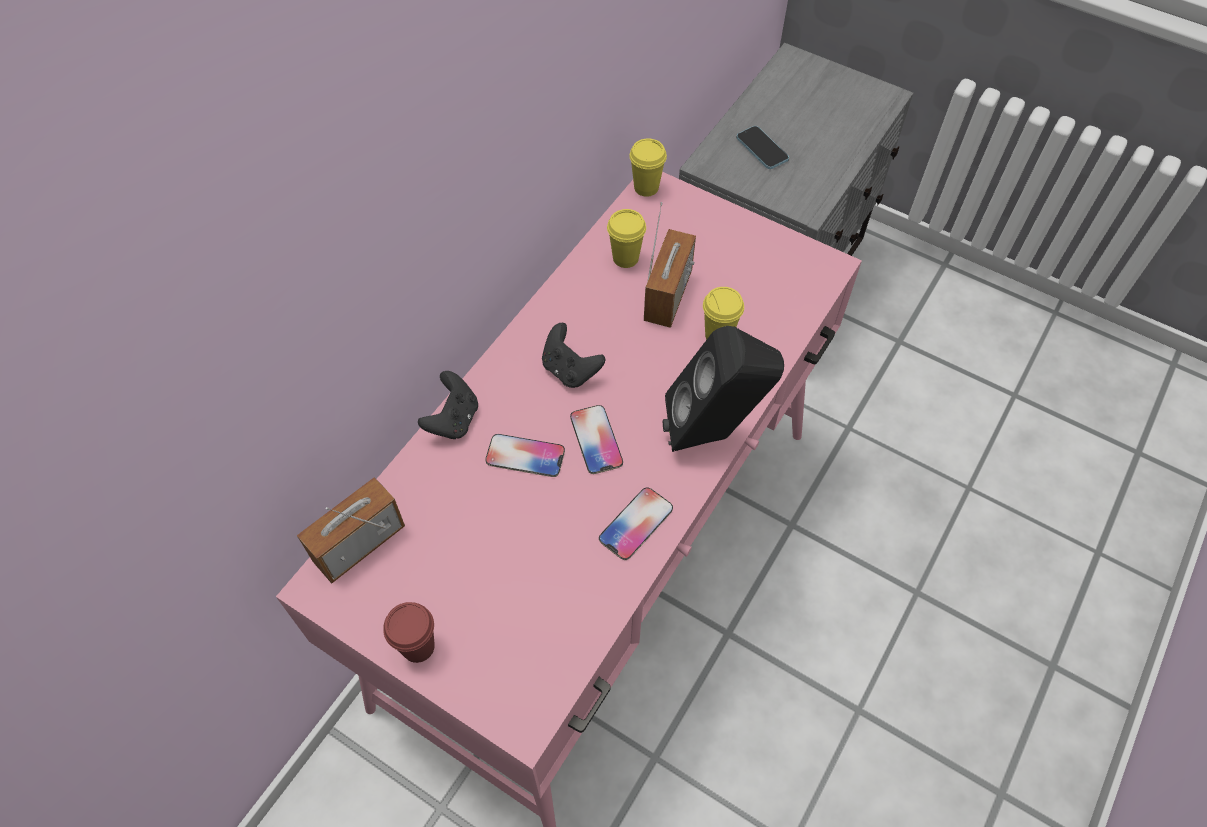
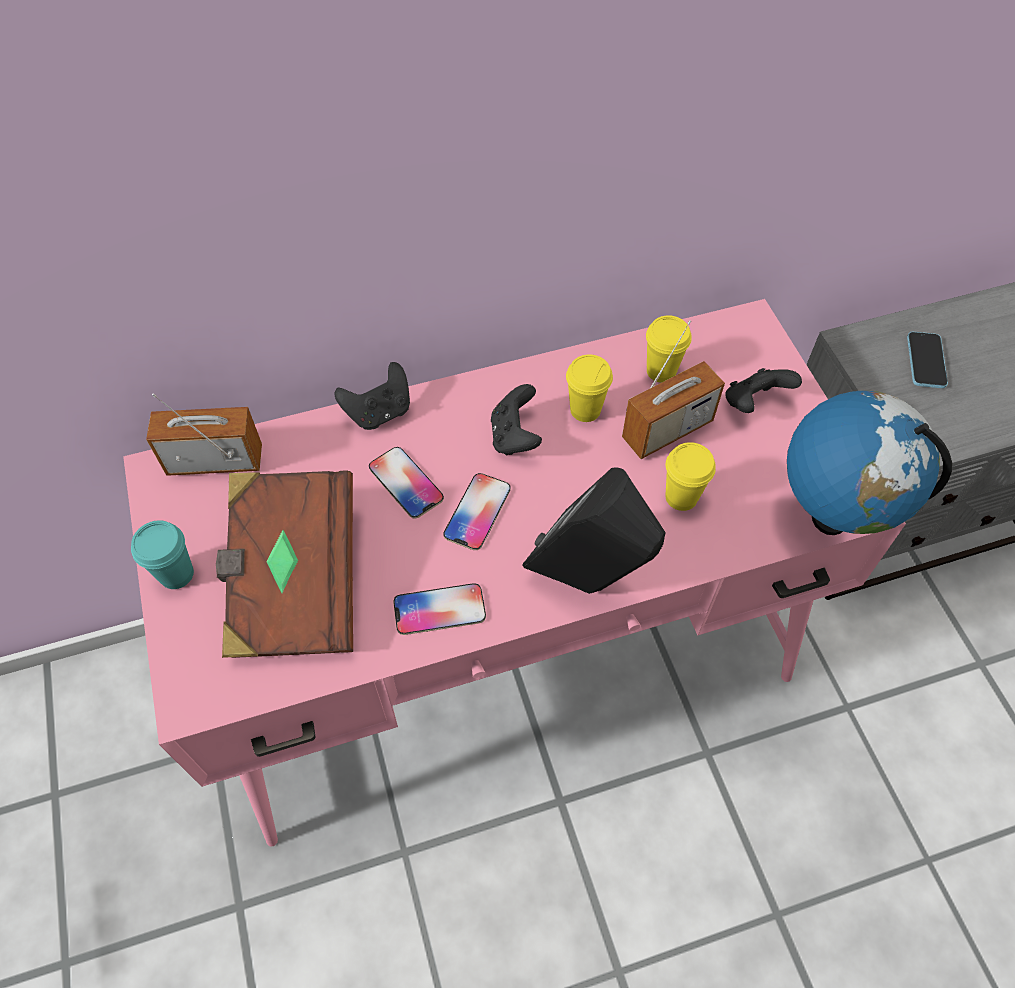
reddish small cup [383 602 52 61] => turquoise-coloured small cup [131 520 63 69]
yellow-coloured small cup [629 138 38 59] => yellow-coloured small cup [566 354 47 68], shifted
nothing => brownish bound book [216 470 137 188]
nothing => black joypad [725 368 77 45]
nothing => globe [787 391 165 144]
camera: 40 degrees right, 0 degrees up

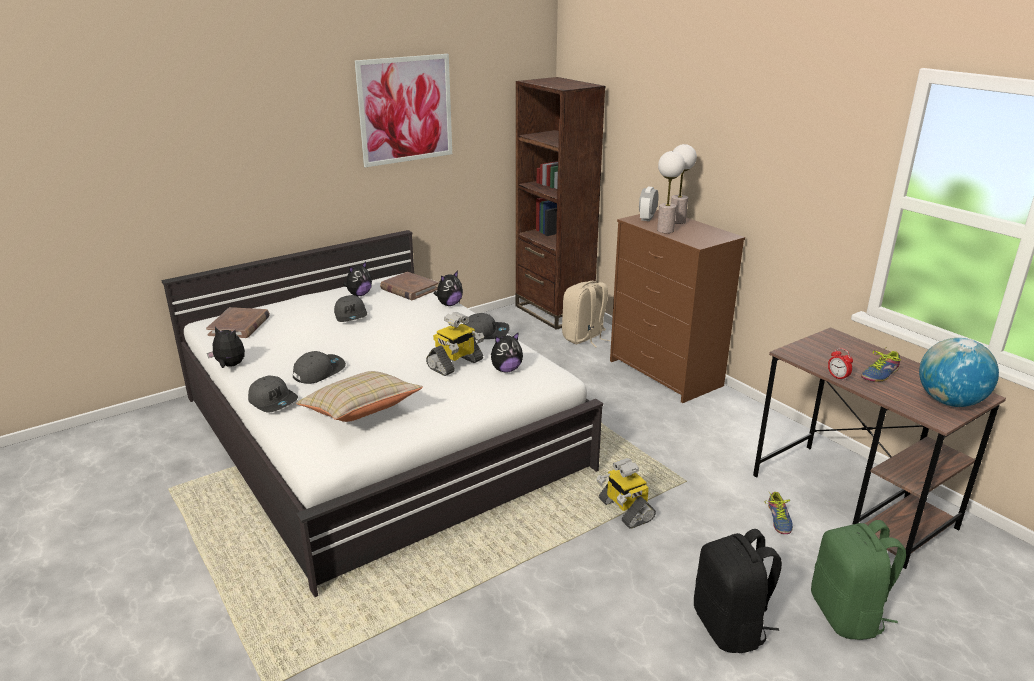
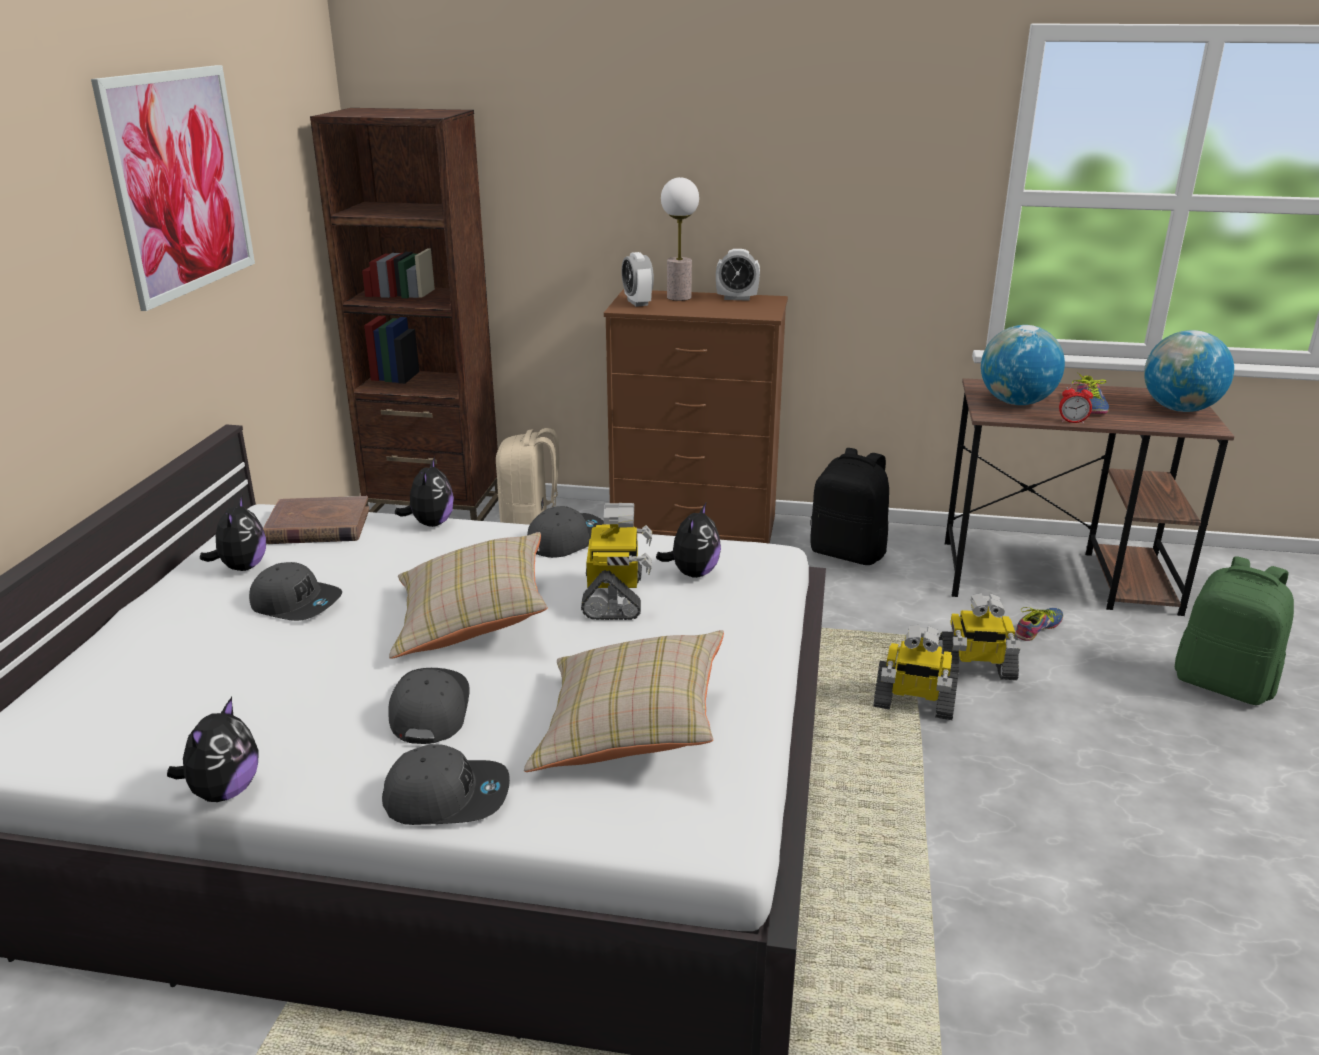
brownish bound book [206 307 64 31] => nothing
soft toy [207 327 38 41] => soft toy [167 697 92 105], 135 degrees clockwise
table lamp [657 151 28 82] => nothing
black backpack [694 529 88 124] => black backpack [810 448 79 117], shifted
low shoe [765 491 28 43] => low shoe [1015 607 48 34], 90 degrees counterclockwise
nothing => sand-coloured throw pillow [389 532 159 127]
nothing => alarm clock [716 249 44 52]
nothing => robot figure [938 593 83 87]
nothing => globe [981 325 84 80]
camera: 45 degrees left, 0 degrees up

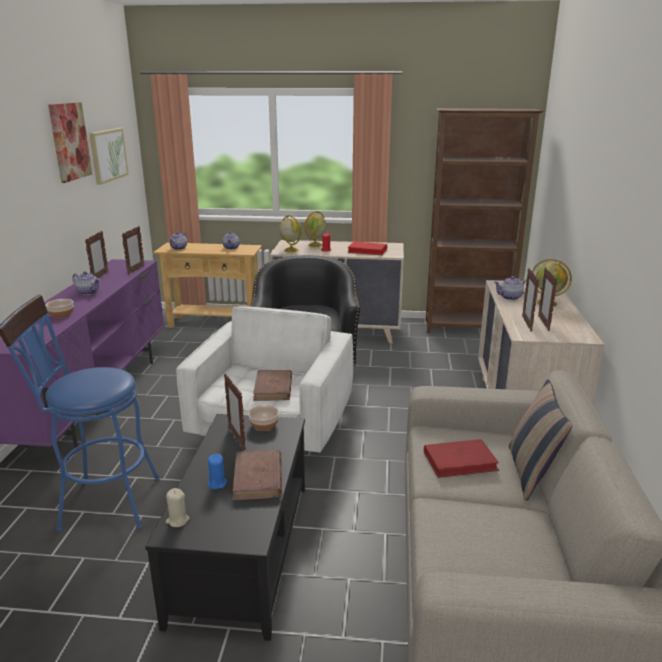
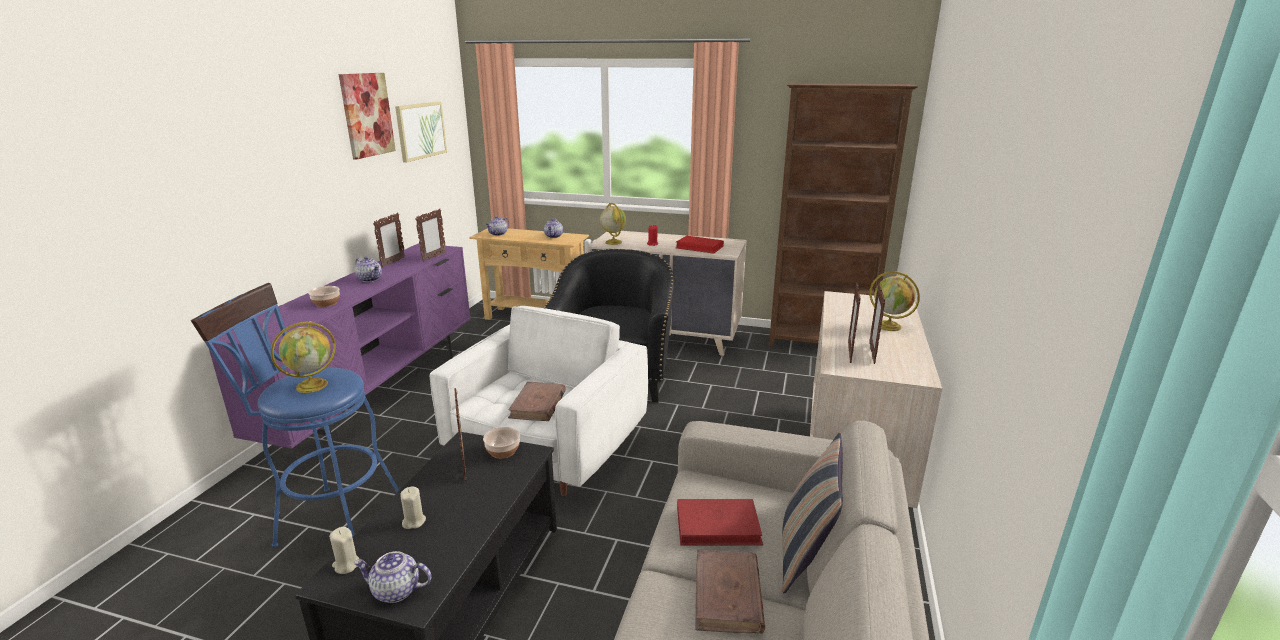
blue-coloured wax candle [207 454 20 36] => sand-coloured wax candle [400 487 26 42]
brownish bound book [232 450 50 50] => brownish bound book [695 549 70 85], shifted
globe [304 211 23 36] => globe [271 321 65 72], shifted
pot for tea [494 276 32 24] => pot for tea [354 551 77 52], shifted
camera: 10 degrees right, 0 degrees up

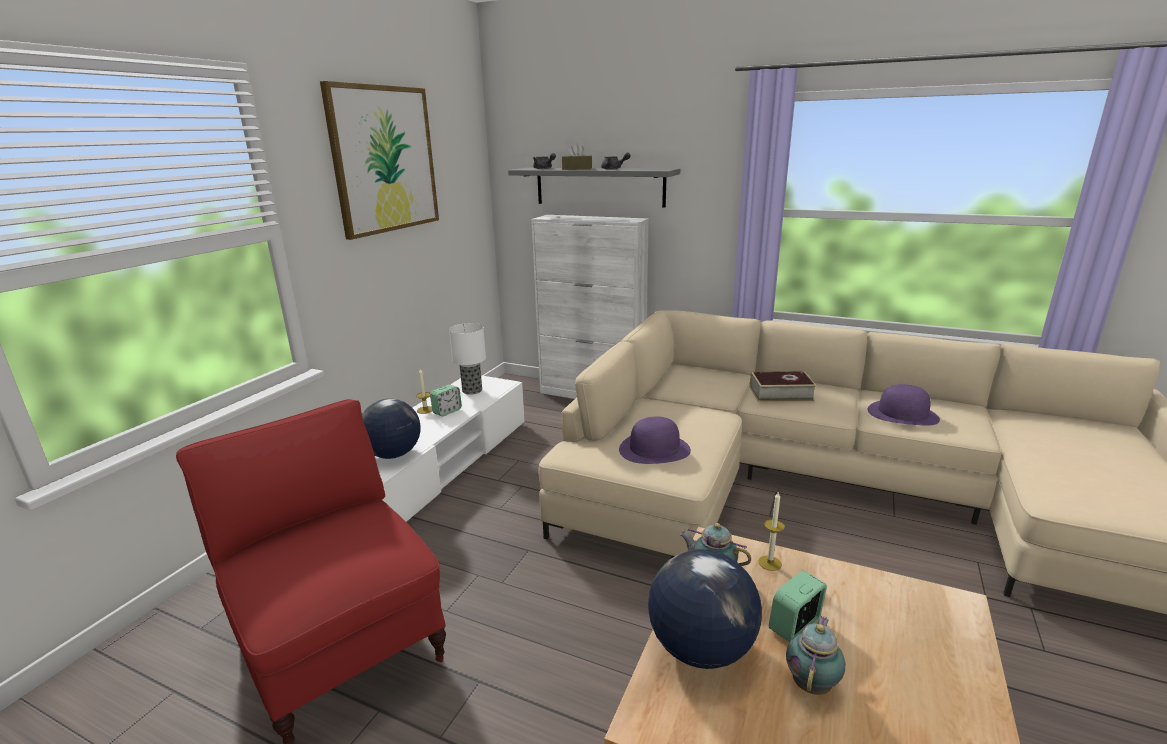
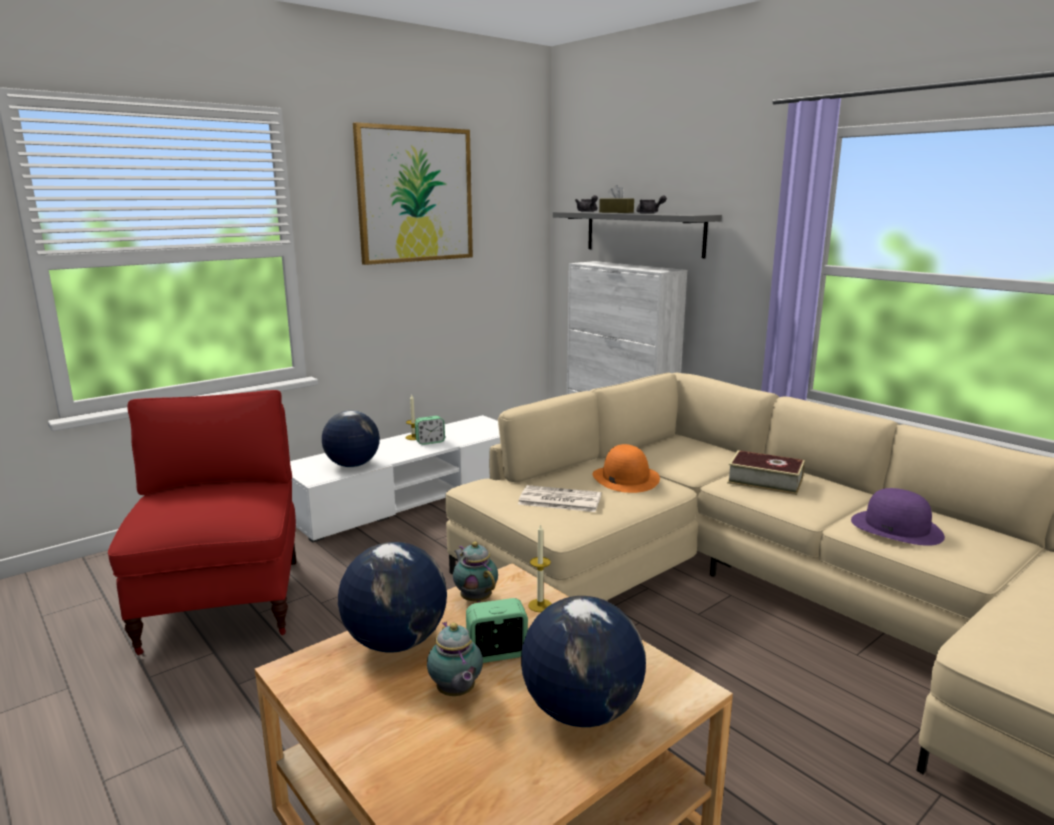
table lamp [449 323 37 72] => nothing
purple-coloured hat [619 417 72 47] => newspaper [518 485 83 27]
pot for tea [786 616 59 79] => pot for tea [427 622 56 74], 105 degrees clockwise
nothing => globe [521 596 125 131]
nothing => orange hat [592 444 68 49]
camera: 25 degrees right, 5 degrees down

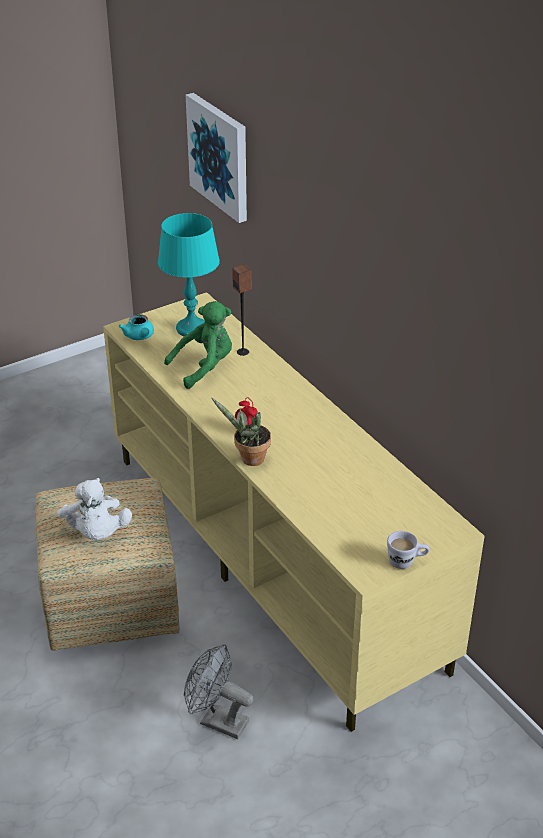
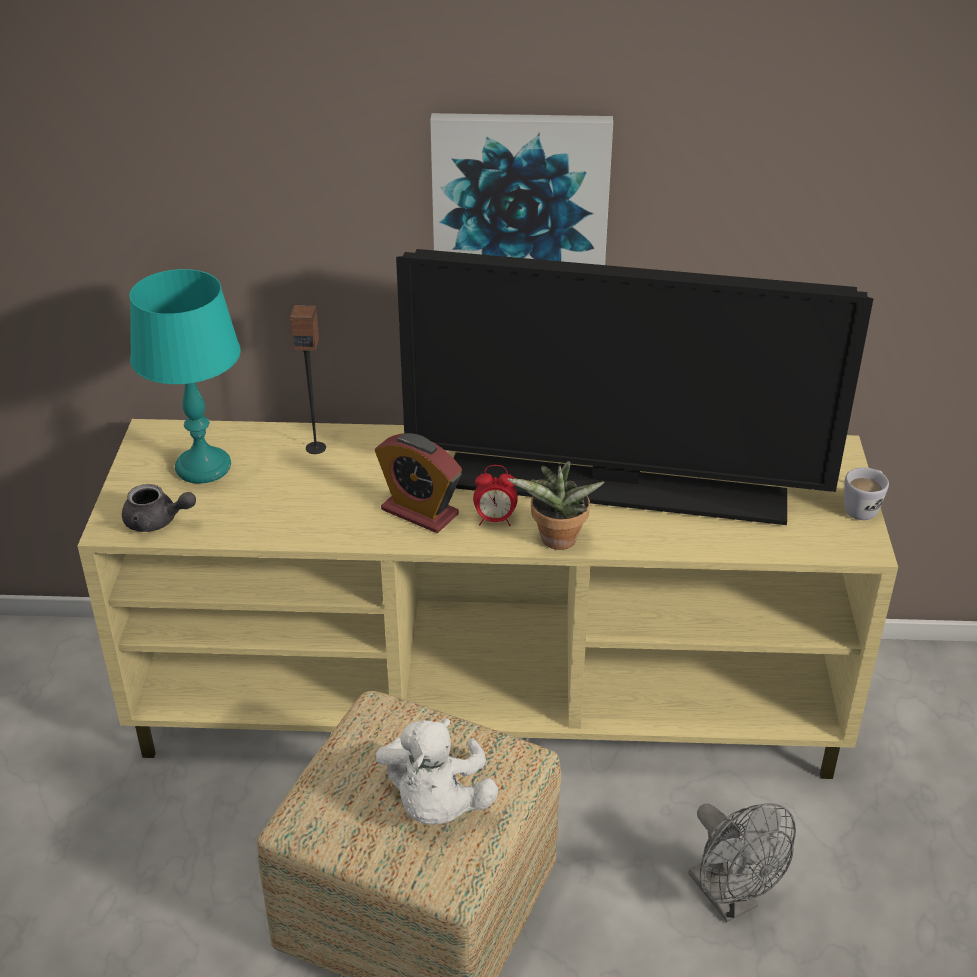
whitish soft toy [57 478 75 62] => whitish soft toy [376 719 122 106], 75 degrees clockwise
turquoise-coloured pot for tea [119 314 35 26] => greyish pot for tea [122 484 74 48]
green-coloured soft toy [164 301 68 88] => nothing
greyish electric fan [184 644 69 95] => greyish electric fan [689 803 107 119], 90 degrees counterclockwise
wall art [186 93 61 130] => wall art [430 113 183 152], shifted
nothing => alarm clock [375 433 87 100]
nothing => TV set [396 249 477 276]
camera: 55 degrees left, 0 degrees up

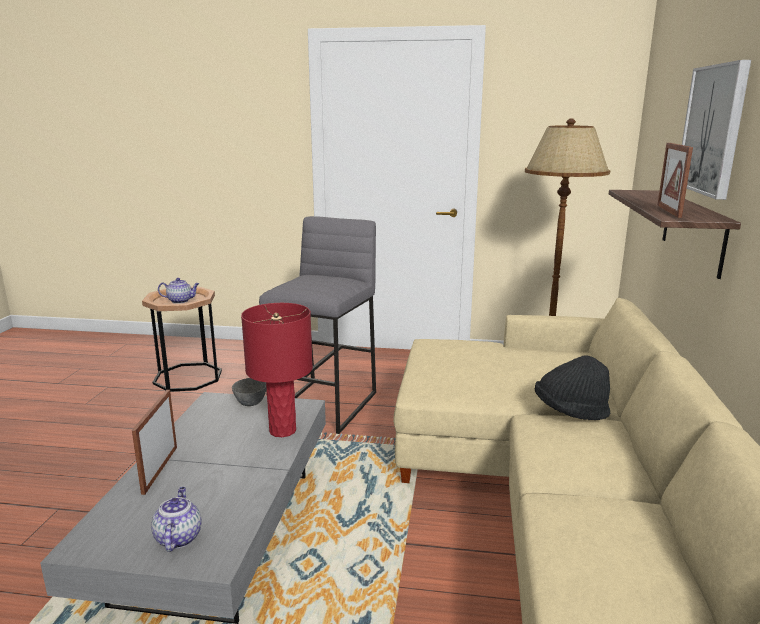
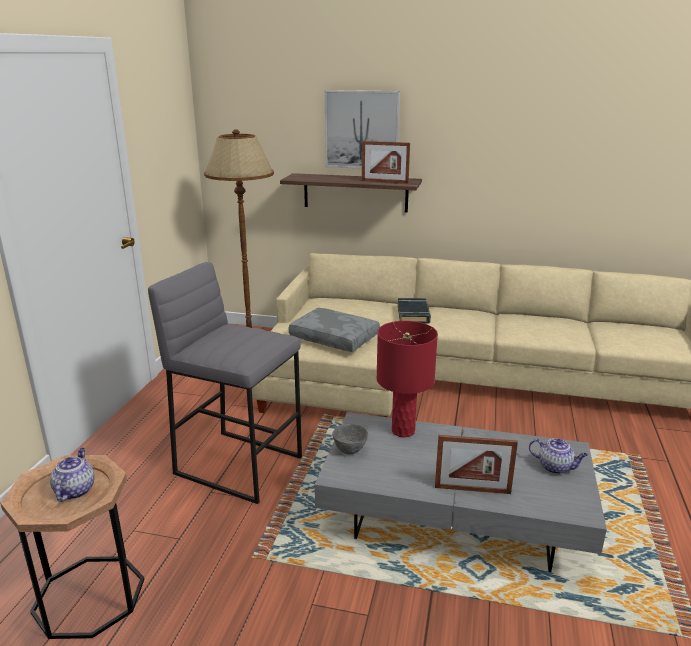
pot for tea [151 487 51 65] => pot for tea [529 438 59 36], 150 degrees counterclockwise
black hat [535 355 75 65] => black bound book [398 298 33 26]
nothing => greyish throw pillow [289 308 91 44]
camera: 85 degrees left, 5 degrees up

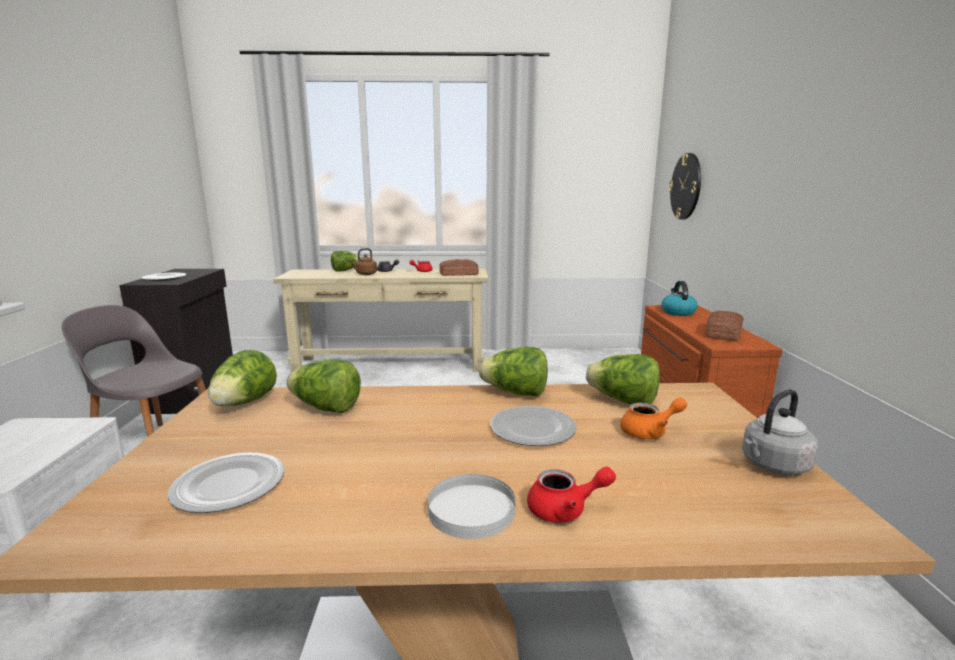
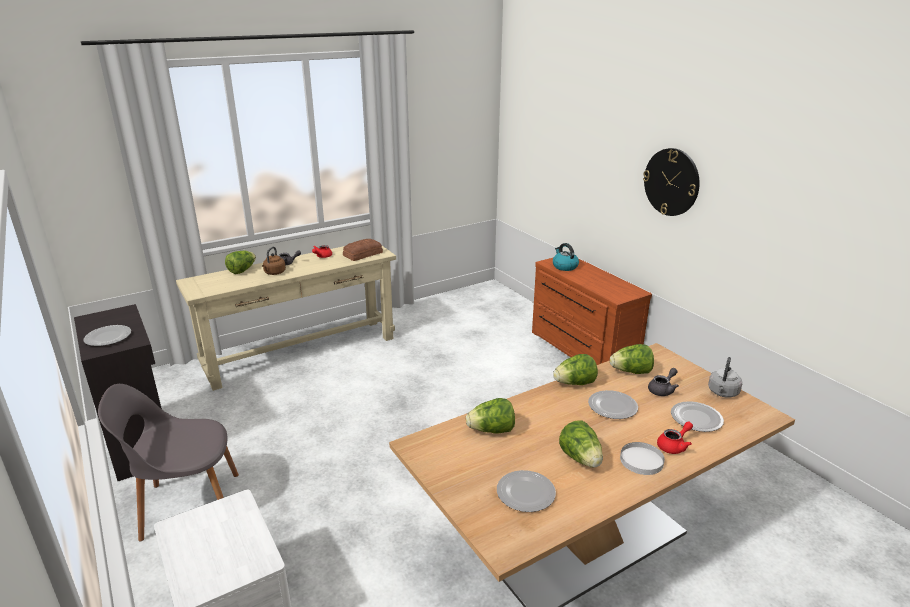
lettuce [208 350 69 56] => lettuce [559 421 44 47], shifted
orange pot for tea [620 397 67 42] => greyish pot for tea [648 368 31 28]
wall clock [669 153 32 67] => wall clock [643 148 56 68], shifted
baked bread [705 311 39 30] => nothing
nothing => flat dish [671 401 53 31]
camera: 30 degrees left, 10 degrees up

